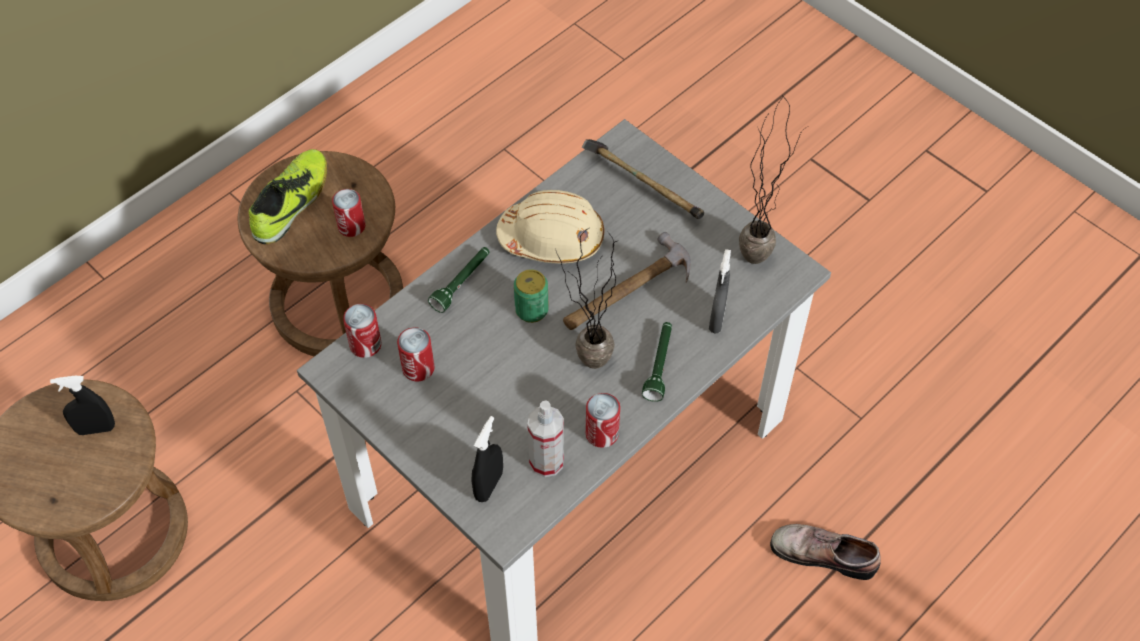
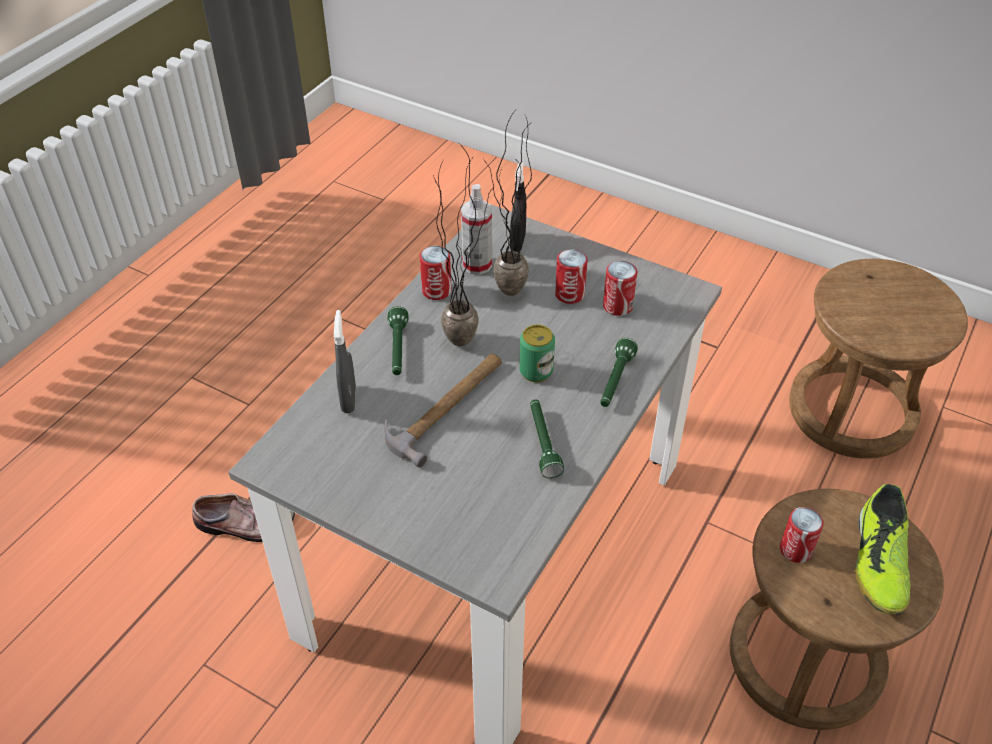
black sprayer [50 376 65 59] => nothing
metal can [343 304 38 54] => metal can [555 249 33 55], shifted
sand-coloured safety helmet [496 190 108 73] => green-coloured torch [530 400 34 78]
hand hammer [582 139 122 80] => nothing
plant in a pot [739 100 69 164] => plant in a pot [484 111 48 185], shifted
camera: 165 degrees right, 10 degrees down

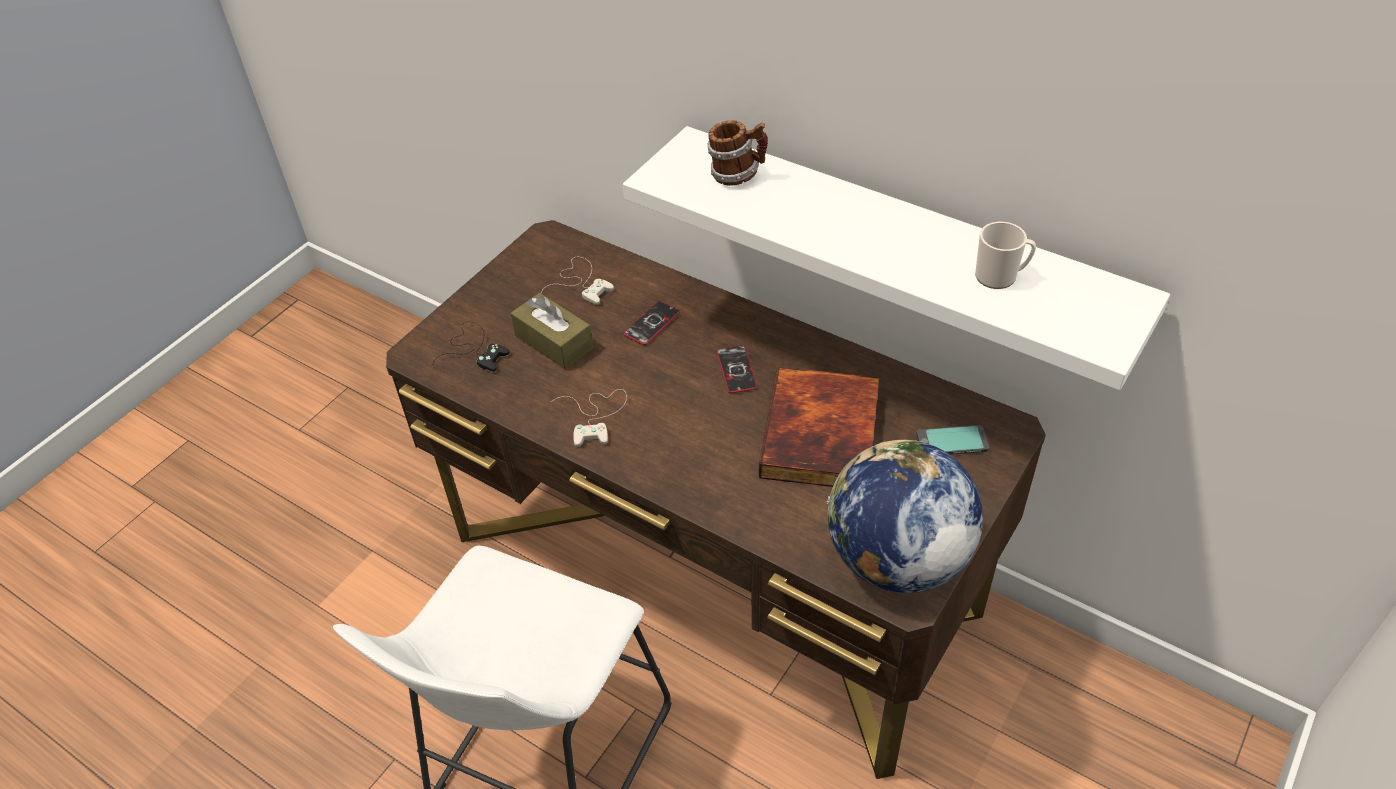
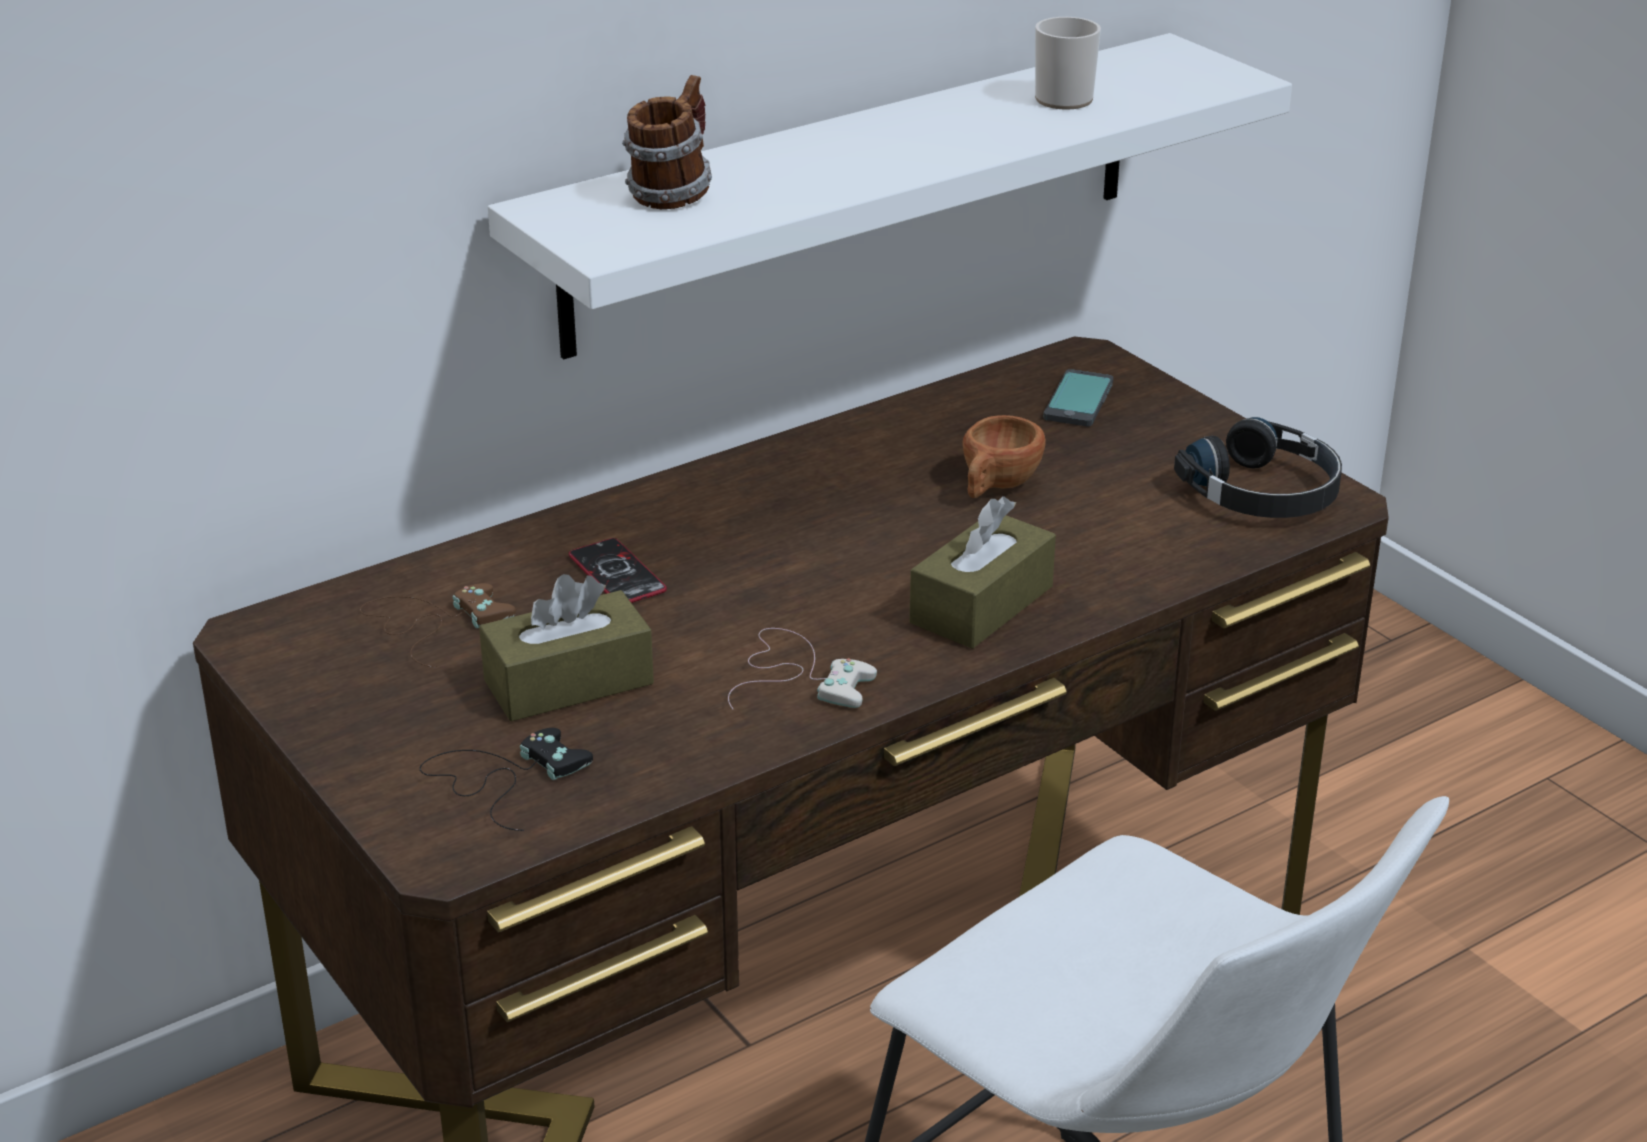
whitish joypad [541 257 73 48] => brownish joypad [360 583 156 85]
phone [716 345 42 48] => nothing
bound book [759 367 120 120] => brownish small cup [963 415 83 83]
globe [827 440 156 153] => black headset [1174 417 168 101]
nothing => brownish tissue box [909 496 147 153]
camera: 70 degrees left, 15 degrees down

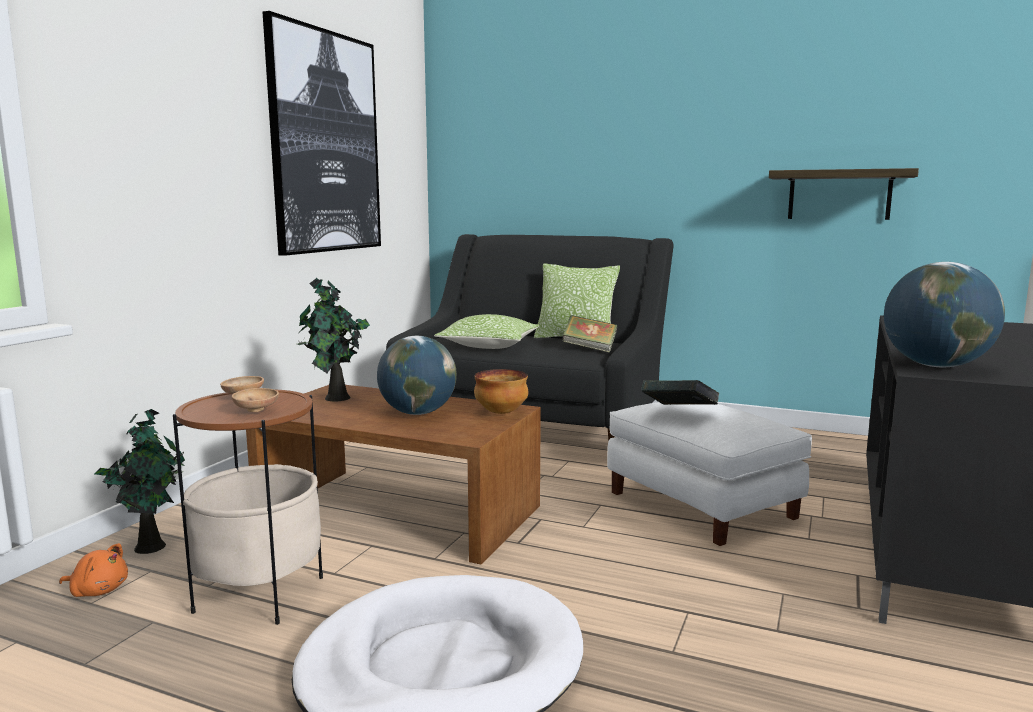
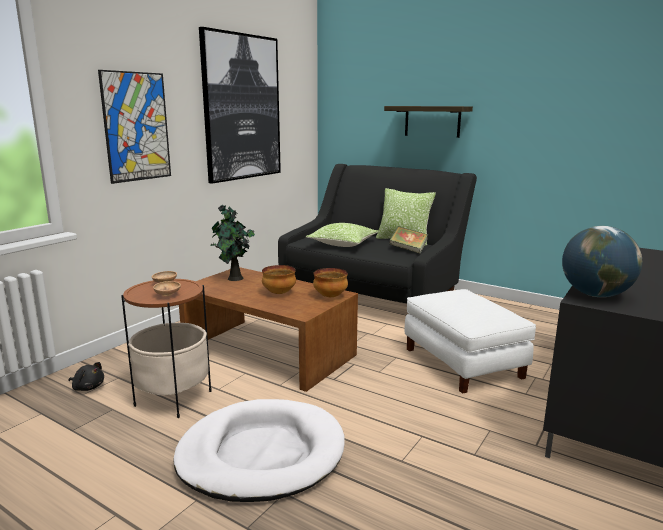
orange soft toy [59 543 69 54] => black soft toy [69 362 35 29]
plant in a pot [95 409 90 145] => nothing
globe [377 336 80 79] => deep dish [262 265 34 29]
bound book [641 380 79 25] => nothing
shelf [769 168 150 52] => shelf [384 106 89 32], shifted
nothing => wall art [98 70 73 114]
camera: 10 degrees right, 5 degrees up

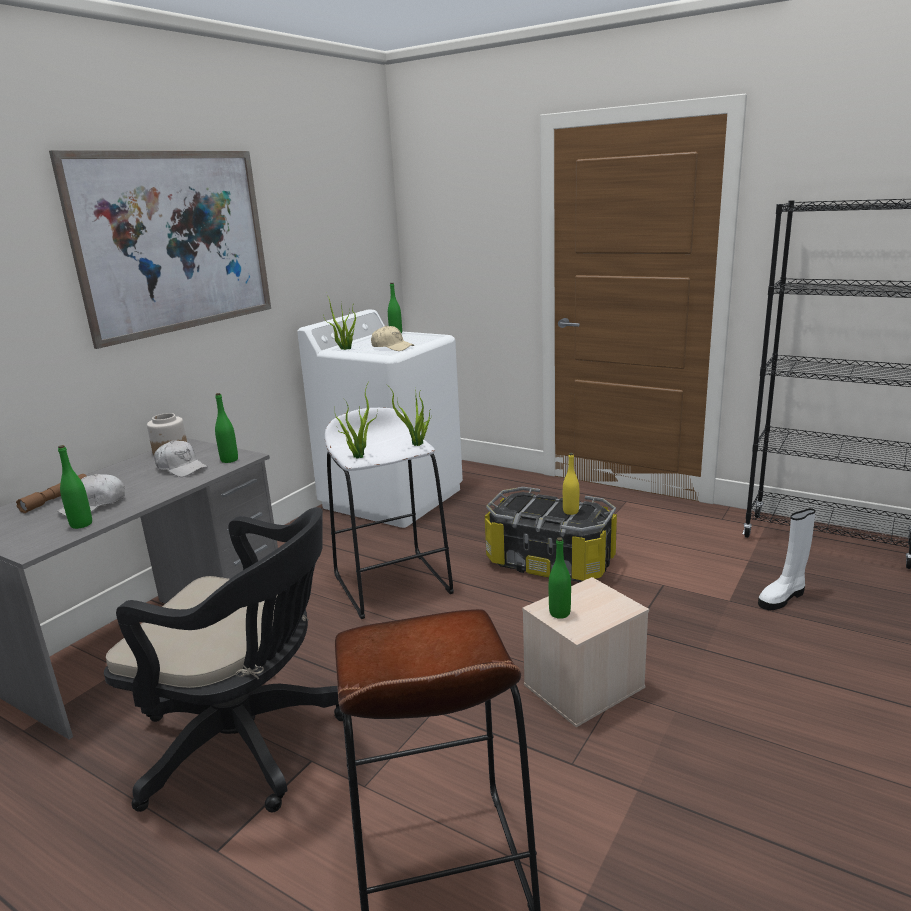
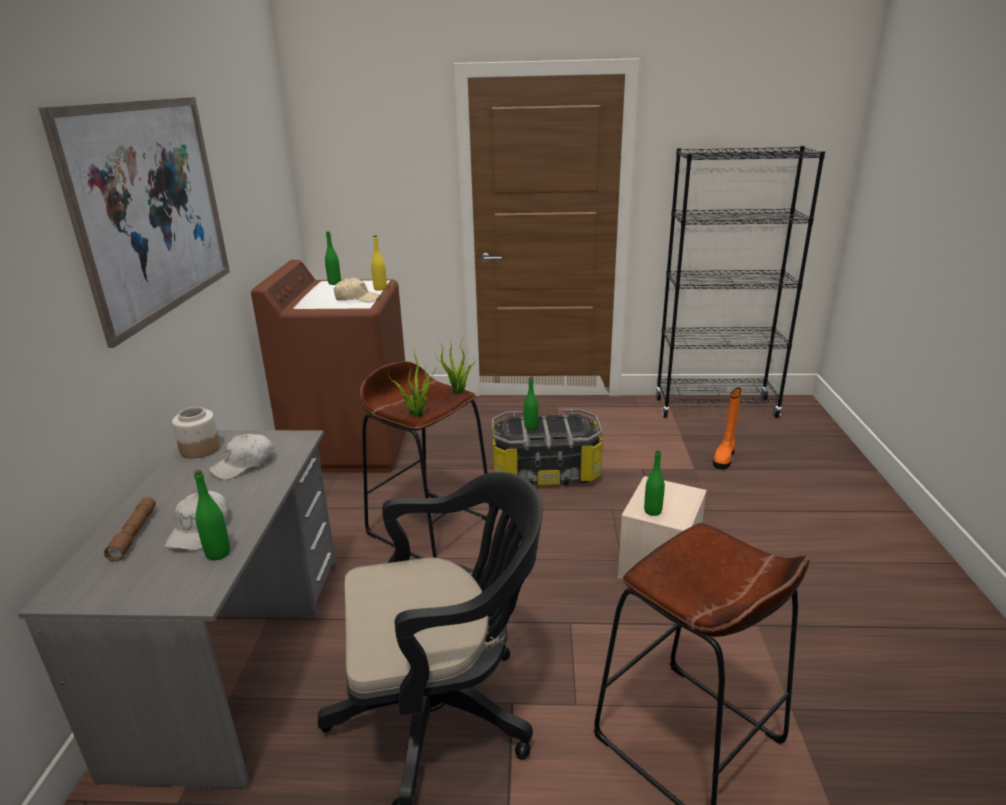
whitish peaked cap [154 441 54 36] => whitish peaked cap [209 433 65 47], 135 degrees clockwise
green-coloured beverage bottle [215 393 23 70] => green-coloured beverage bottle [524 377 14 53], shifted
whitish washing machine [297 309 166 219] => brownish washing machine [251 260 155 213]
plant in a pot [323 292 33 58] => nothing
whitish stool [325 408 129 211] => brownish stool [360 361 131 198]
yellow-coloured beverage bottle [563 453 16 62] => yellow-coloured beverage bottle [371 235 16 56], shifted
whitish boot [758 508 58 102] => orange boot [713 387 29 83]
camera: 30 degrees left, 5 degrees up

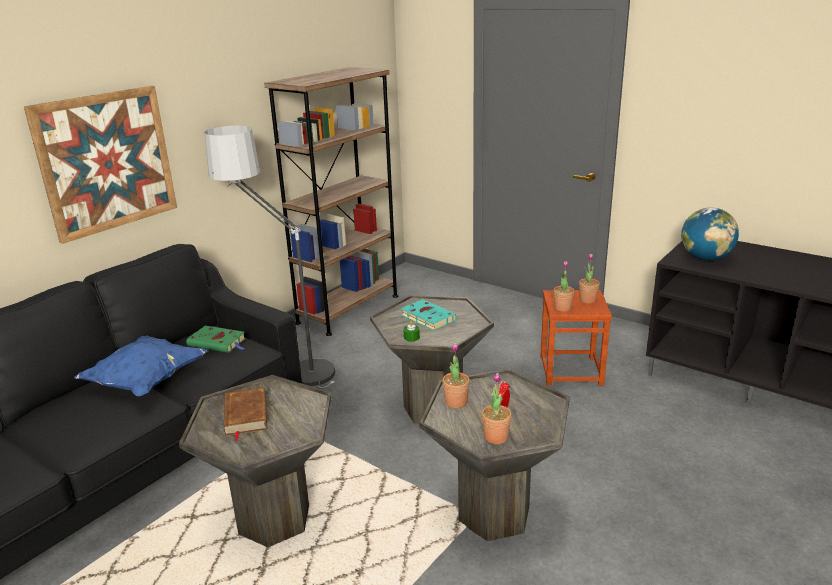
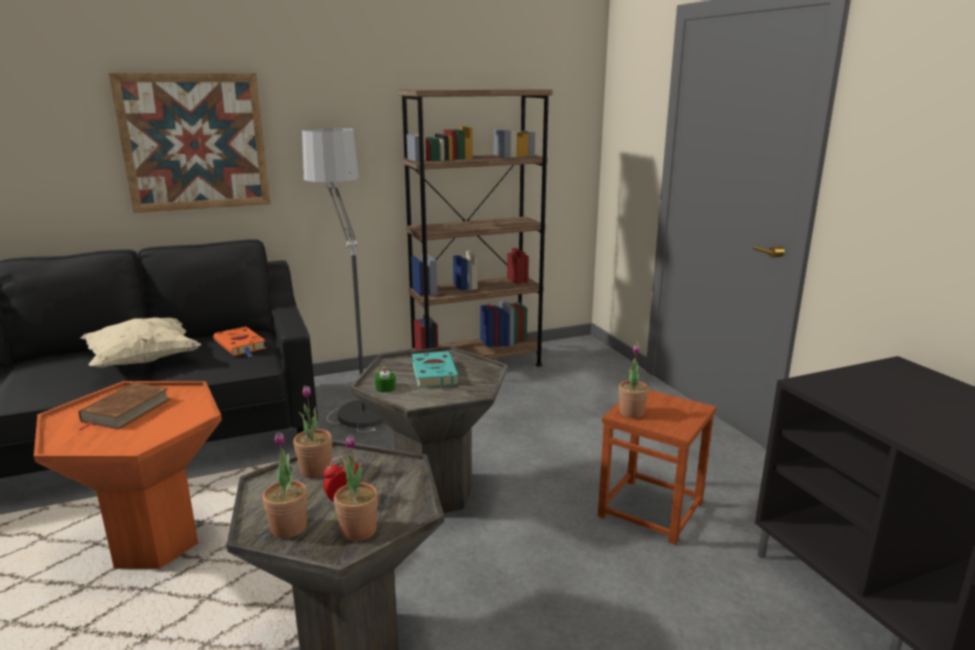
blue-coloured throw pillow [74 336 135 60] => sand-coloured throw pillow [80 317 121 51]
greyish side table [179 375 152 172] => orange side table [34 381 188 188]
green-coloured bound book [187 326 59 27] => orange bound book [213 326 53 31]
plant in a pot [579 254 21 50] => plant in a pot [334 434 44 107], shifted
globe [681 208 58 53] => nothing
camera: 30 degrees right, 5 degrees down

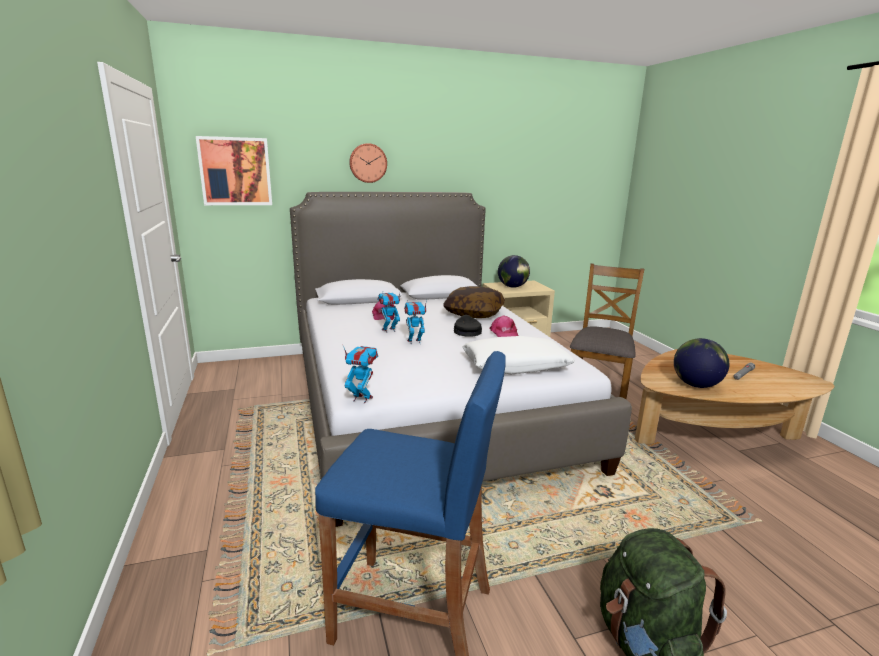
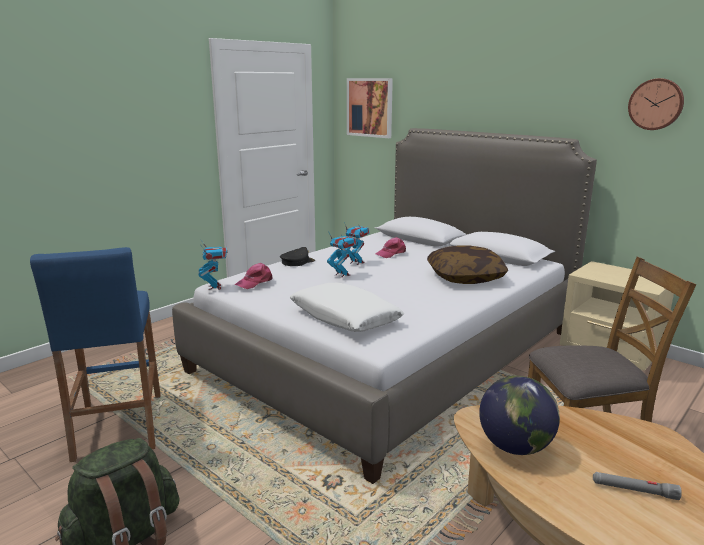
wall clock [349 143 38 40] => wall clock [628 78 56 52], shifted
black peaked cap [454 315 28 22] => black peaked cap [280 247 35 19], shifted
pinkish peaked cap [490 315 29 22] => pinkish peaked cap [234 263 38 26], shifted
globe [498 255 32 33] => nothing
camera: 60 degrees right, 0 degrees up

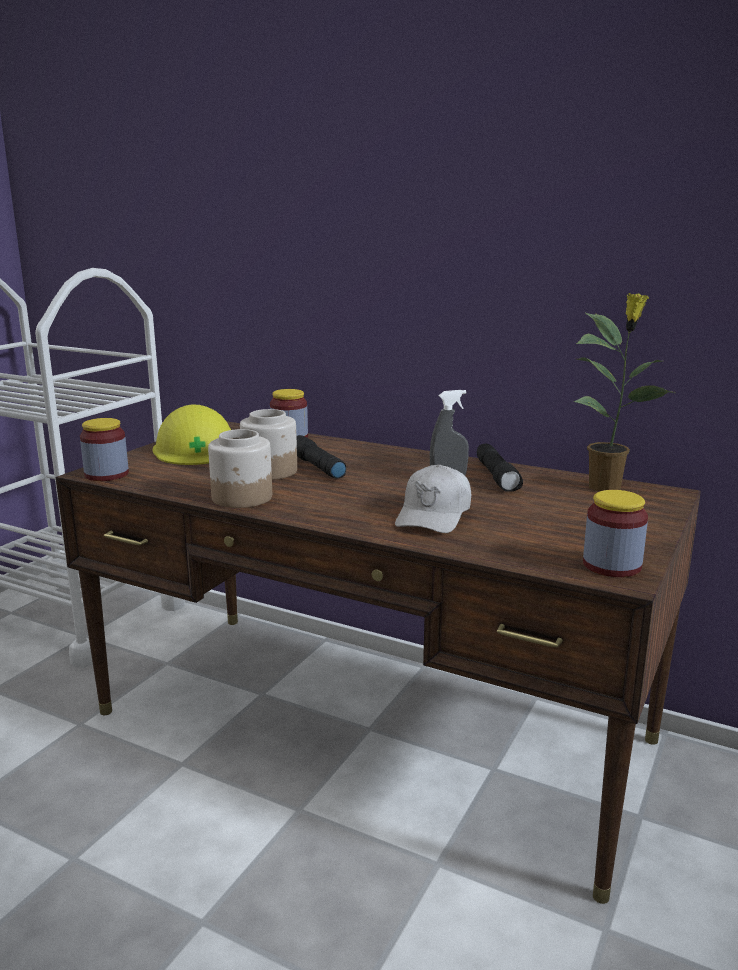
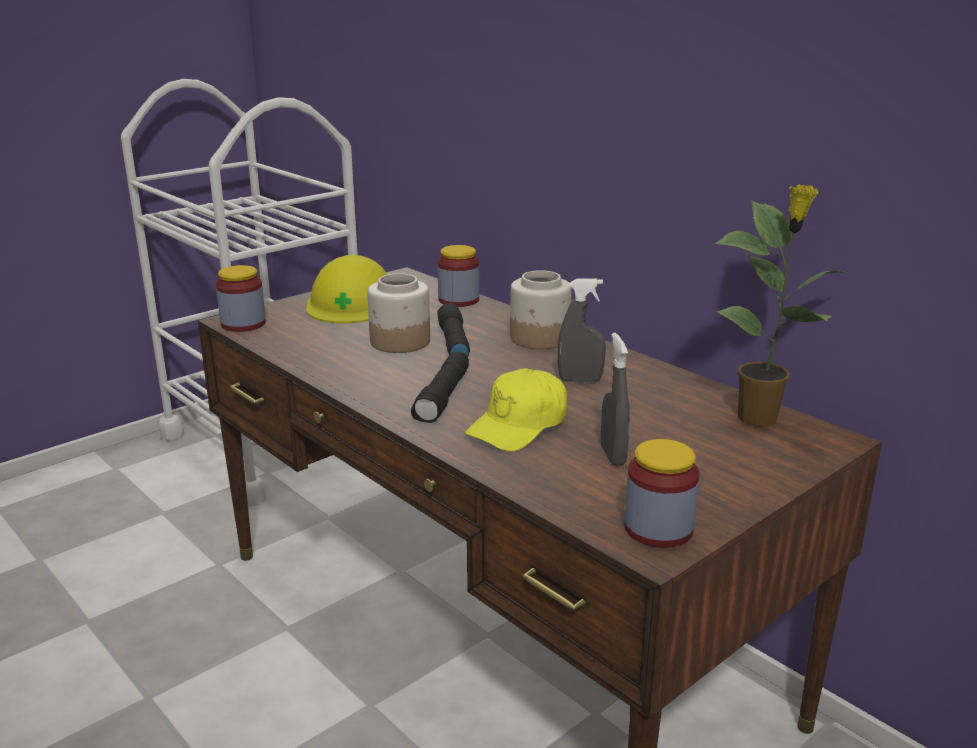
jar [208 429 64 79] => jar [510 270 62 79], shifted
whitish peaked cap [395 464 76 69] => yellow-coloured peaked cap [465 368 103 84]
black torch [477 444 46 48] => black torch [411 352 58 71], shifted
nothing => greyish sprayer [601 333 29 133]
camera: 20 degrees right, 5 degrees up

